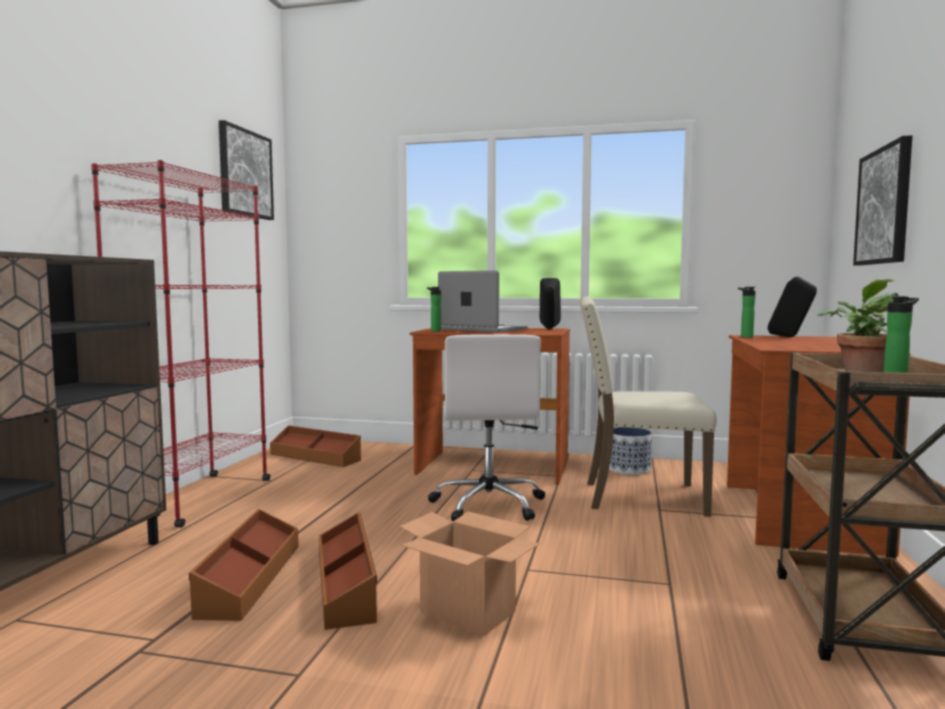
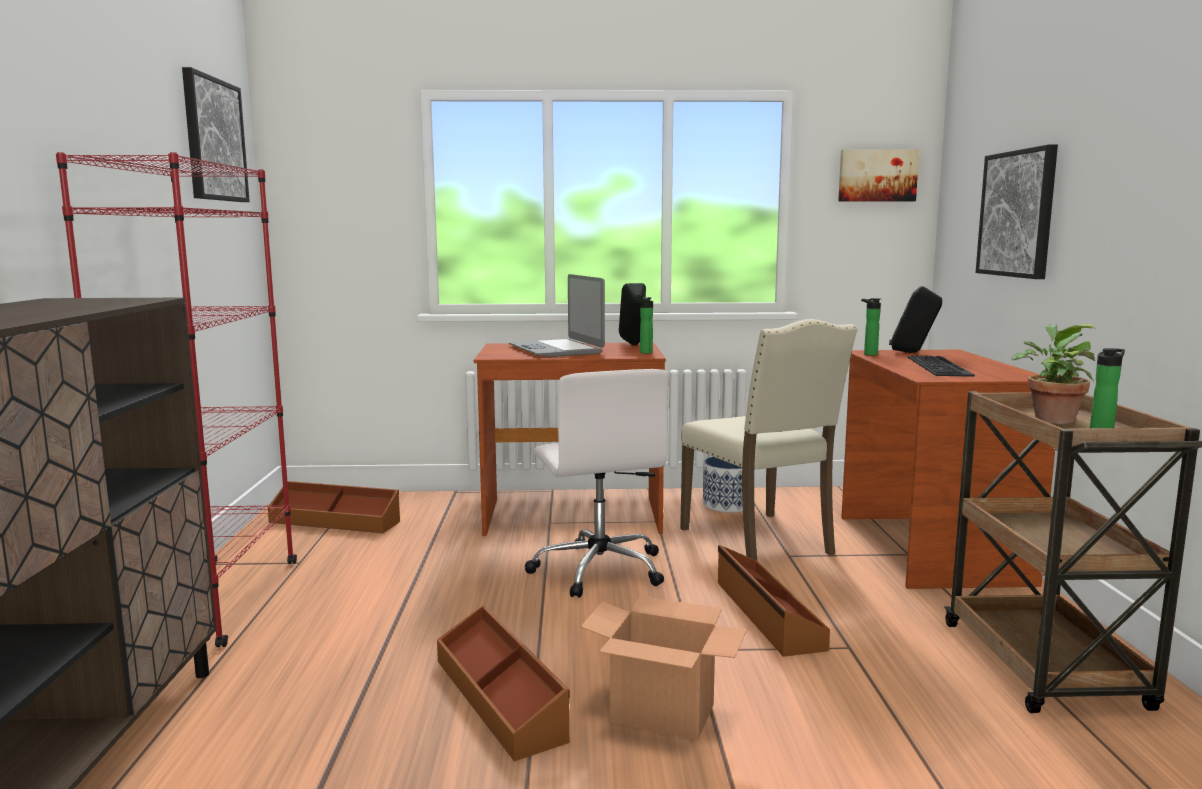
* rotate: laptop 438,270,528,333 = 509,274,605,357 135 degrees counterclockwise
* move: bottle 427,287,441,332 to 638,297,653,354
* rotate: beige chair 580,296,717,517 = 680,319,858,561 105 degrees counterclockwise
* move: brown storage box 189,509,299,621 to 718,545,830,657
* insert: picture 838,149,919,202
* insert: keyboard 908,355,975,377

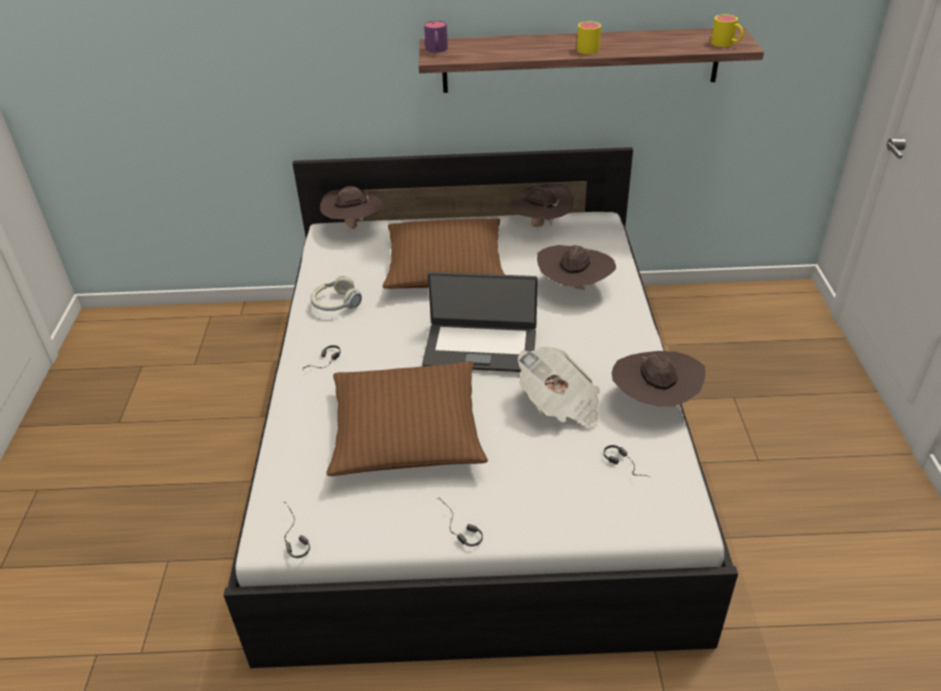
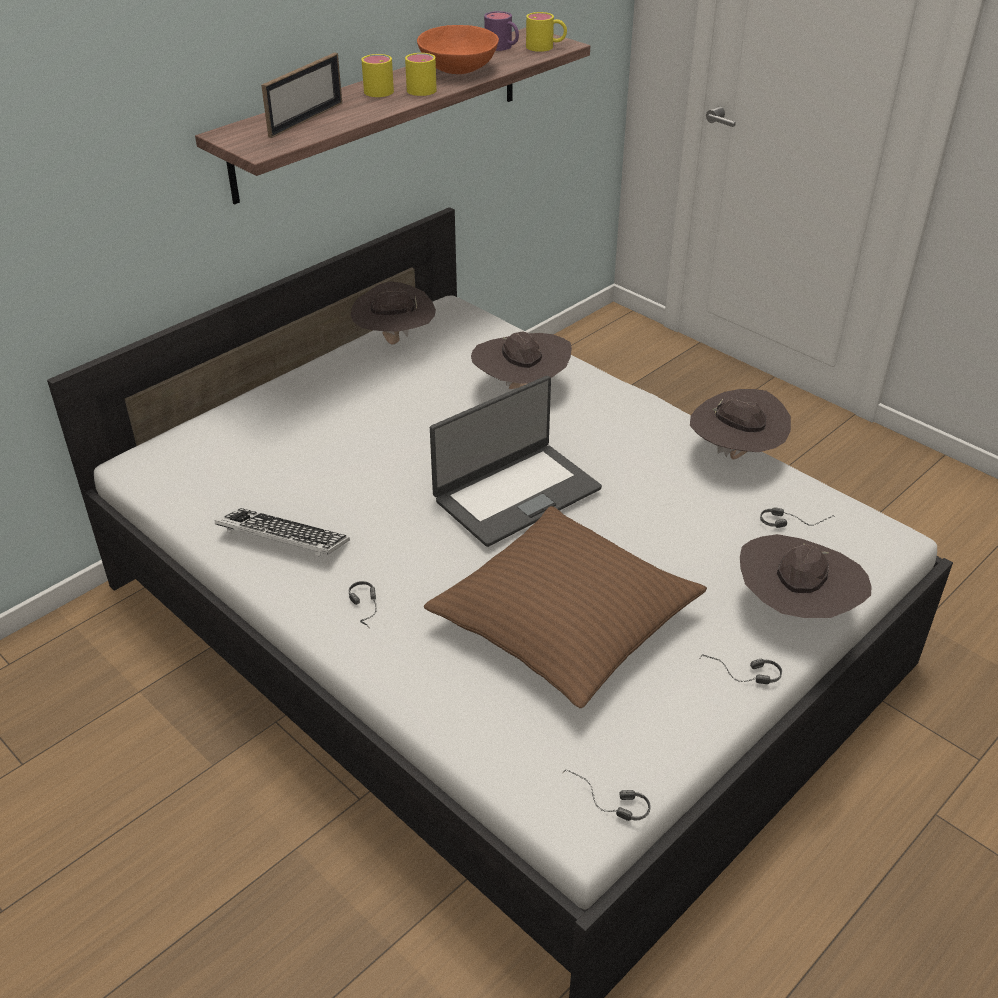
* replace: headphones 310,276,362,311 to keyboard 215,508,350,557
* insert: picture frame 261,52,342,138
* insert: yellow mug 361,54,394,97
* insert: orange bowl 417,25,499,74
* move: purple mug 424,20,448,53 to 484,11,519,51
* move: brown hat 320,186,382,229 to 740,534,872,618
* delete: brown pillow 383,218,505,289
* delete: newspaper 518,347,600,428

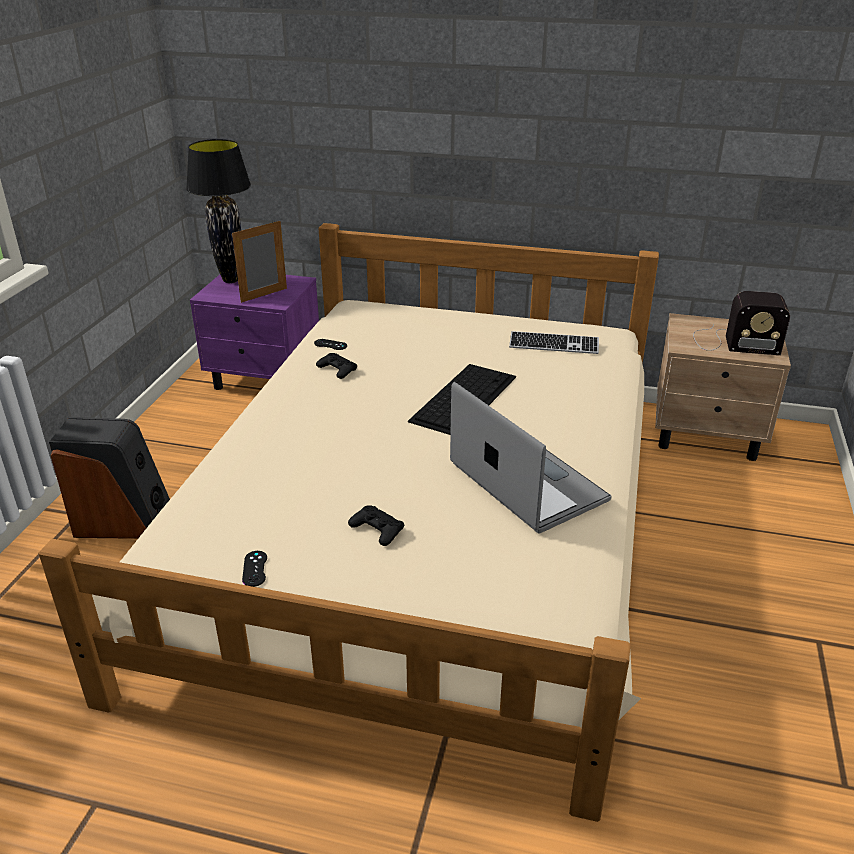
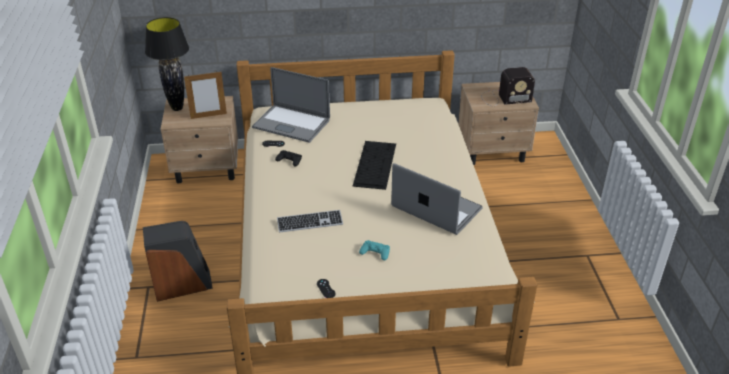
* recolor: purple nightstand 190,275,319,390 to beige nightstand 161,96,238,183
* rotate: picture frame 232,220,287,303 = 184,72,227,119 135 degrees counterclockwise
* insert: laptop 252,67,330,143
* move: keyboard 509,331,599,354 to 277,210,343,233
* recolor: black game controller 348,505,404,546 to turquoise game controller 359,240,390,260

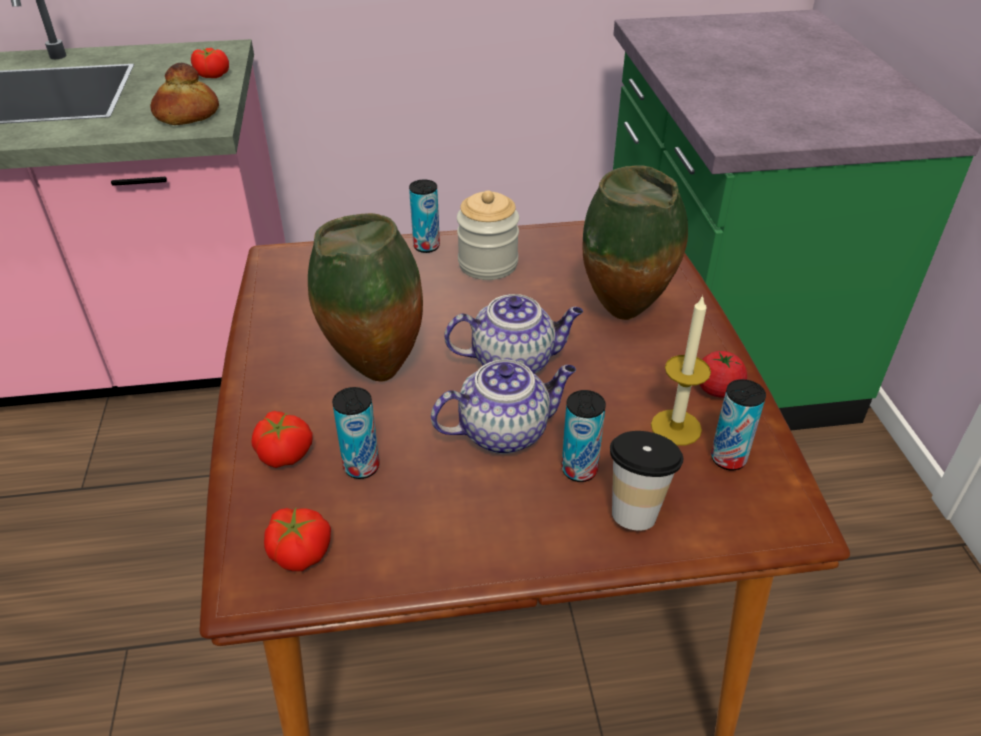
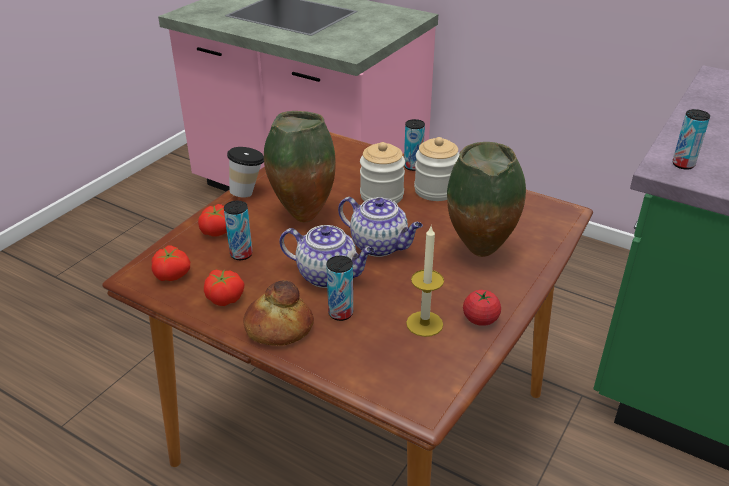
* move: tomato 191,48,229,78 to 204,269,245,306
* move: cup 610,431,683,531 to 227,147,264,197
* move: bread 150,63,219,125 to 244,280,314,346
* insert: jar 360,142,405,204
* move: can 711,379,766,471 to 673,109,710,170

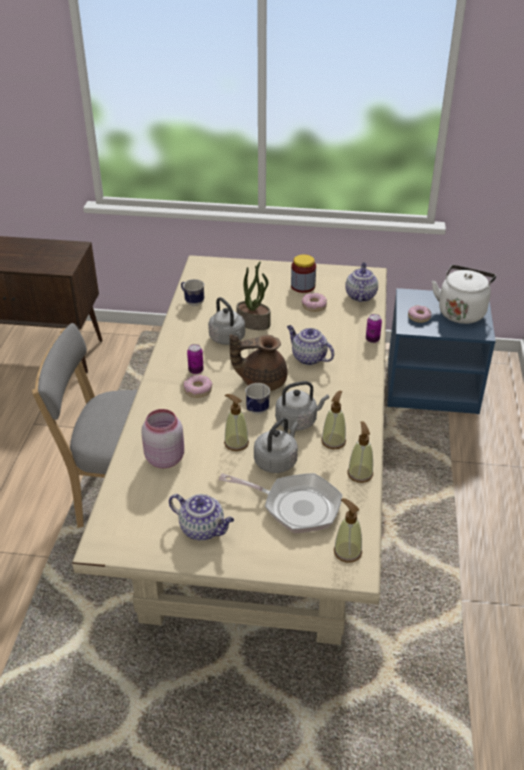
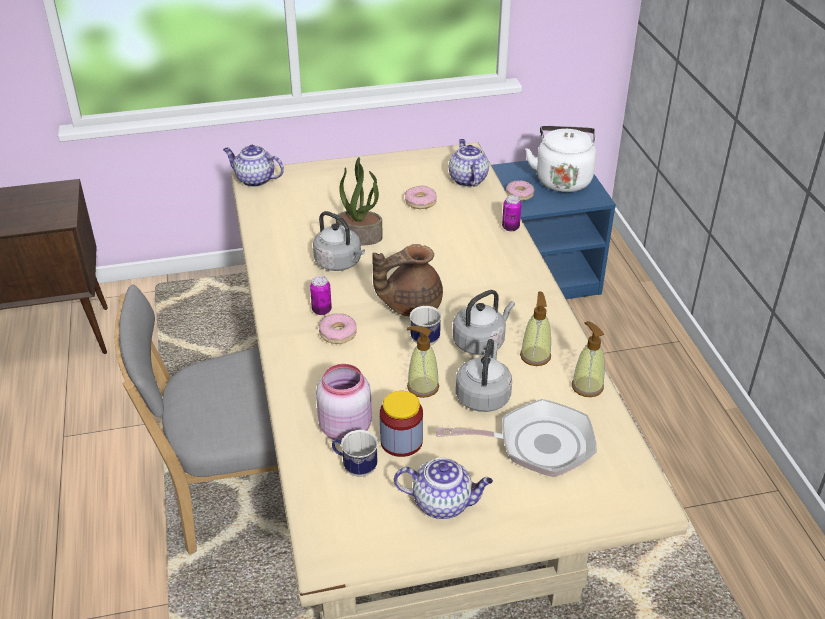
* move: teapot 287,325,334,365 to 223,145,284,187
* move: mug 181,279,204,306 to 332,430,378,477
* move: jar 291,254,316,293 to 380,391,423,457
* delete: soap dispenser 334,498,362,563

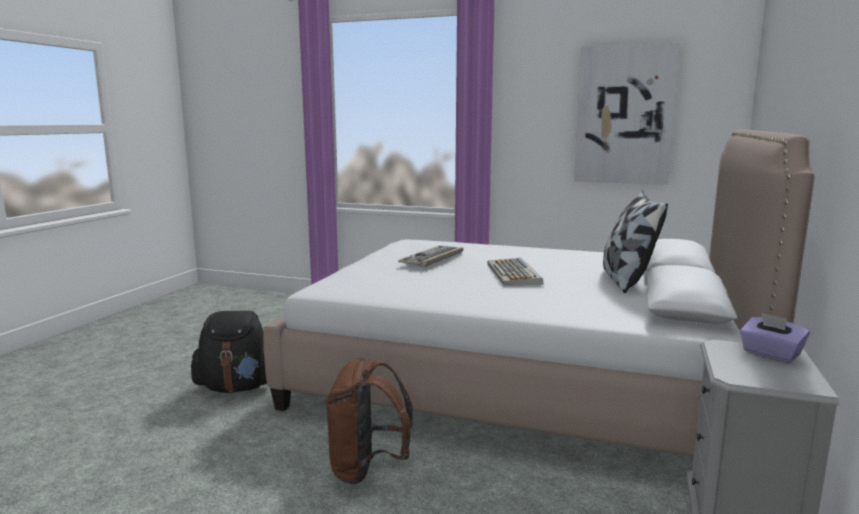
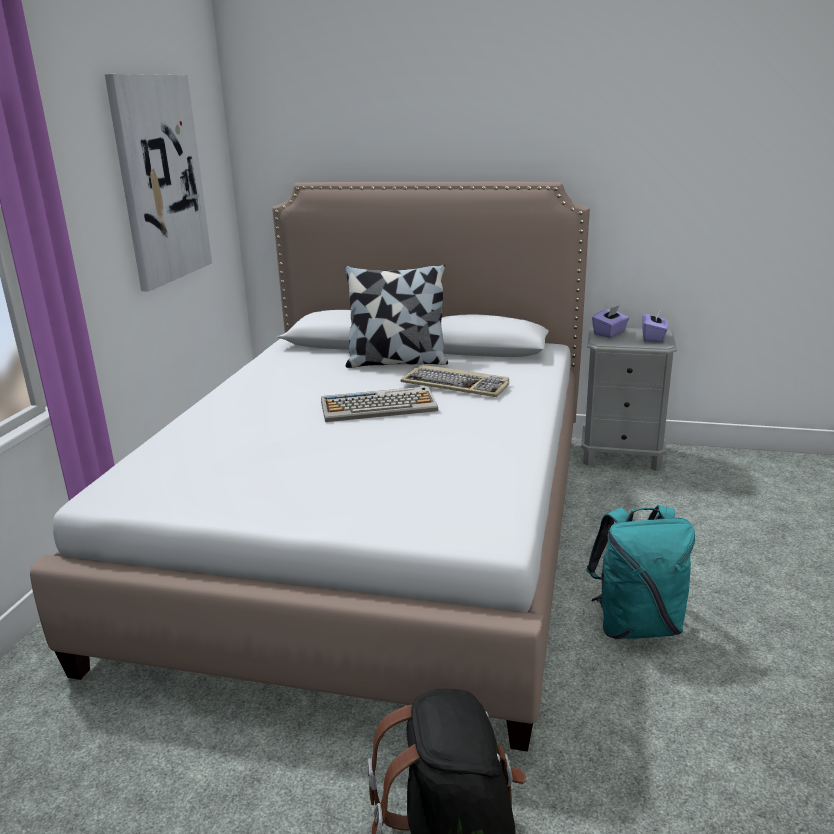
* move: keyboard 398,246,463,267 to 401,365,509,397
* recolor: brown backpack 325,358,413,484 to turquoise backpack 586,505,695,639
* insert: purple tissue box 642,311,668,342

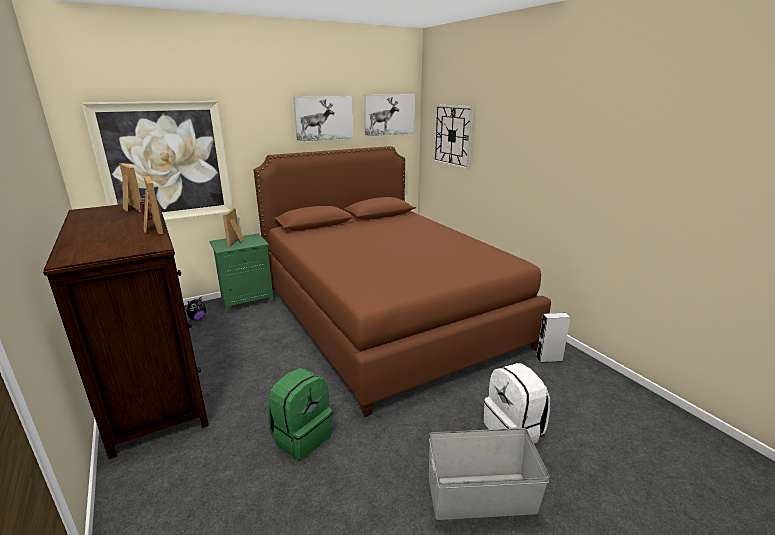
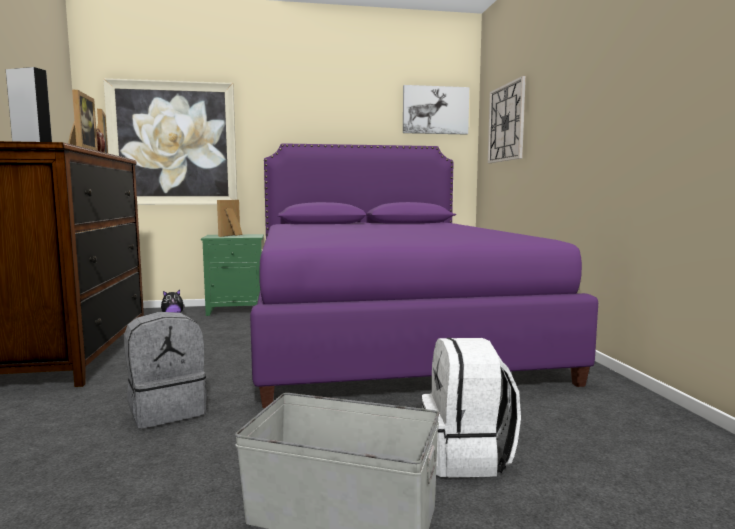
* move: grey speaker 536,313,571,363 to 6,67,52,142
* recolor: green backpack 268,368,332,460 to grey backpack 124,312,207,429
* recolor: brown bed 254,146,551,417 to purple bed 250,143,598,408
* delete: picture 293,96,353,142

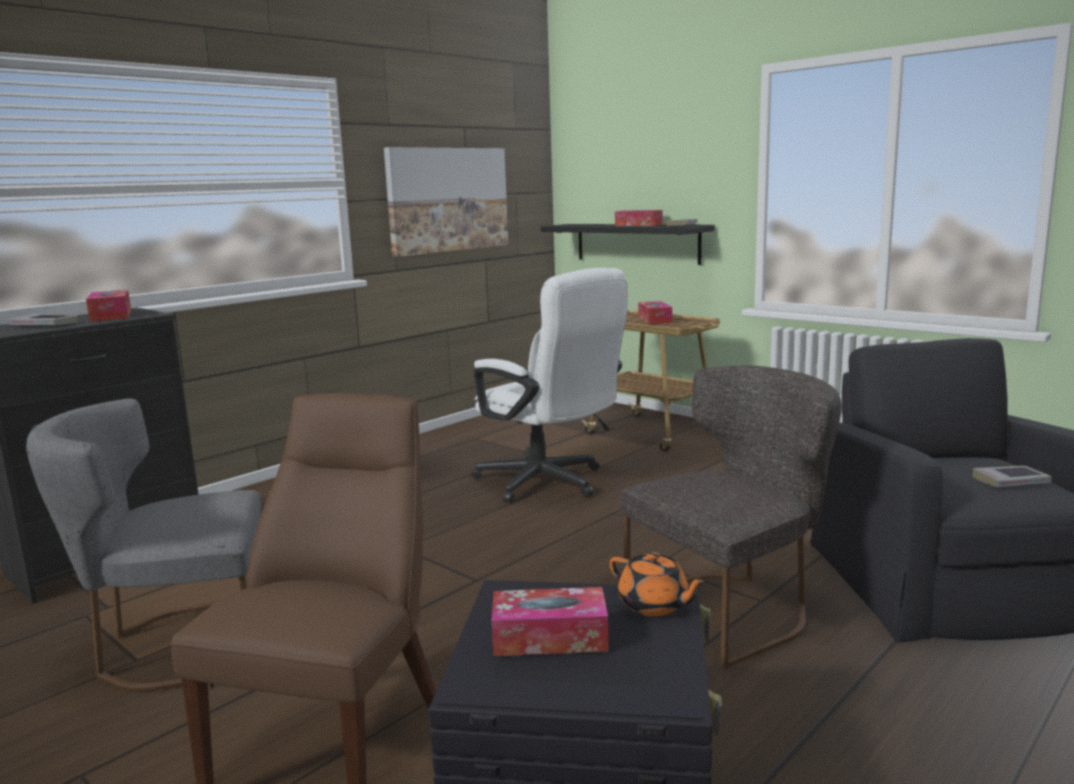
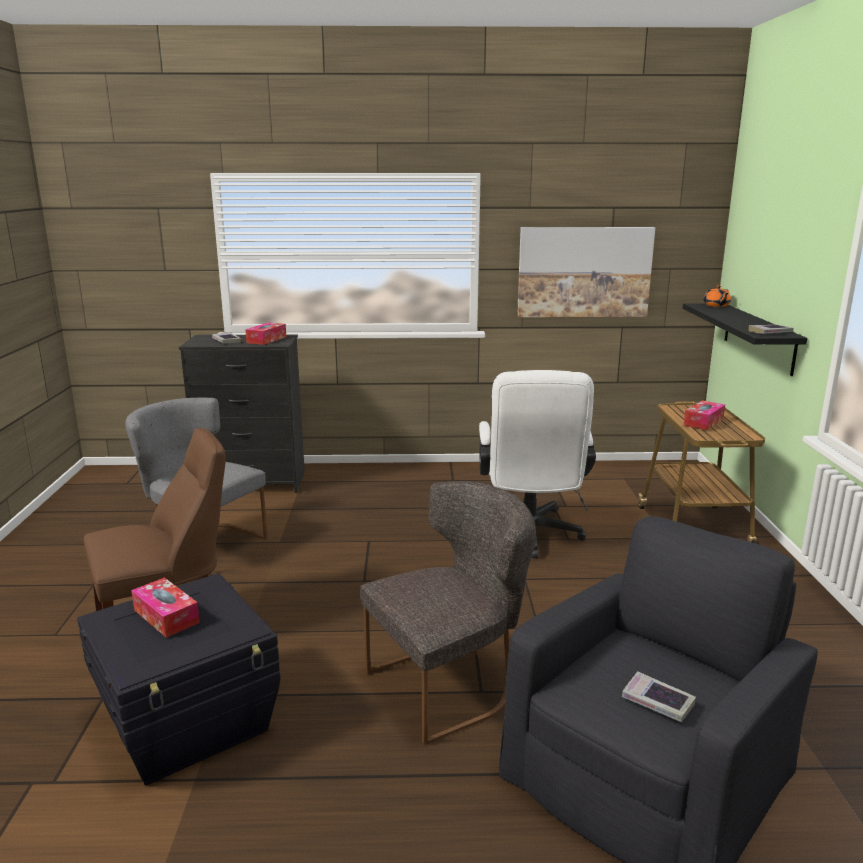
* rotate: grey chair 620,366,841,668 = 360,481,536,745 45 degrees counterclockwise
* move: orange teapot 609,552,707,616 to 703,285,731,307
* delete: tissue box 615,210,663,226

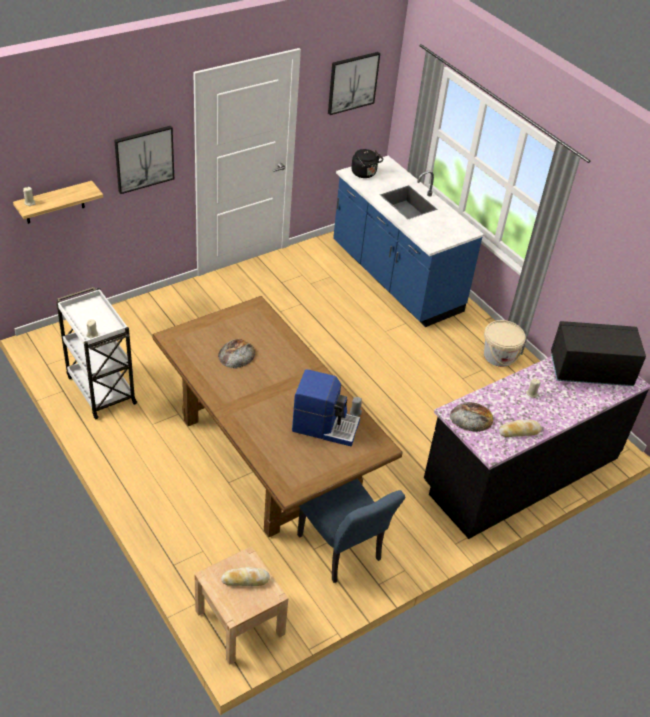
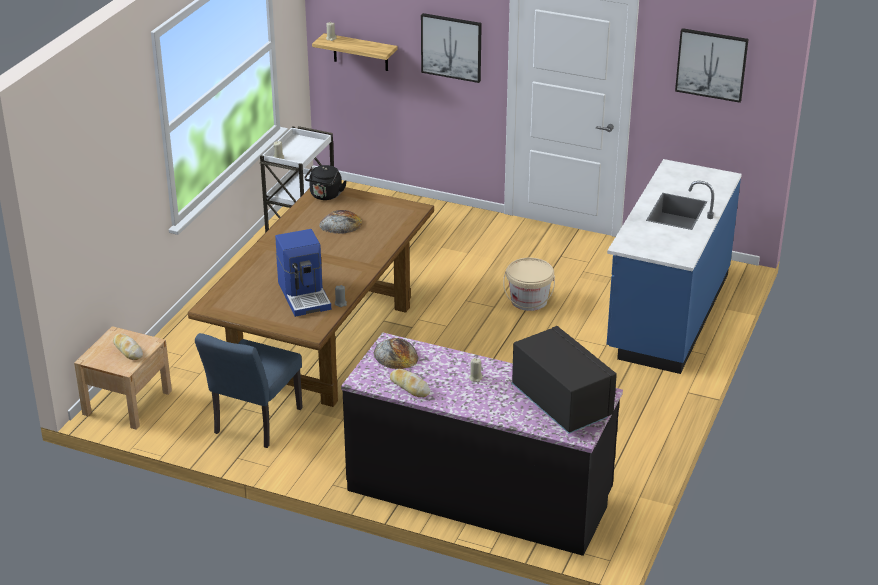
* move: black kettle 351,149,383,178 to 304,165,347,200
* move: beige bucket 484,320,526,367 to 503,258,555,311

